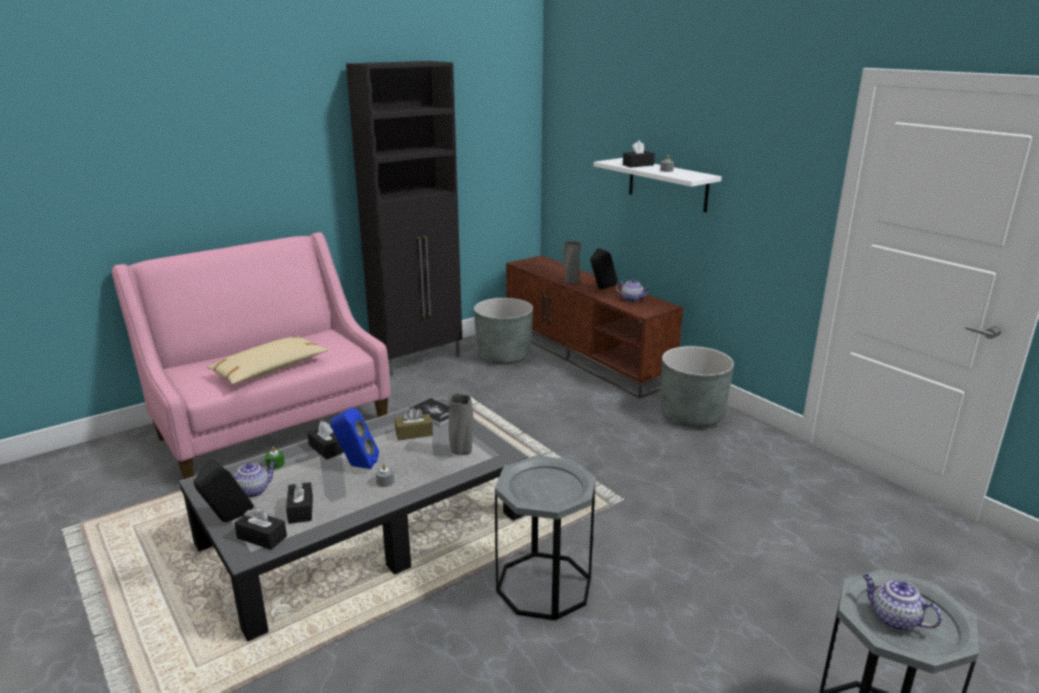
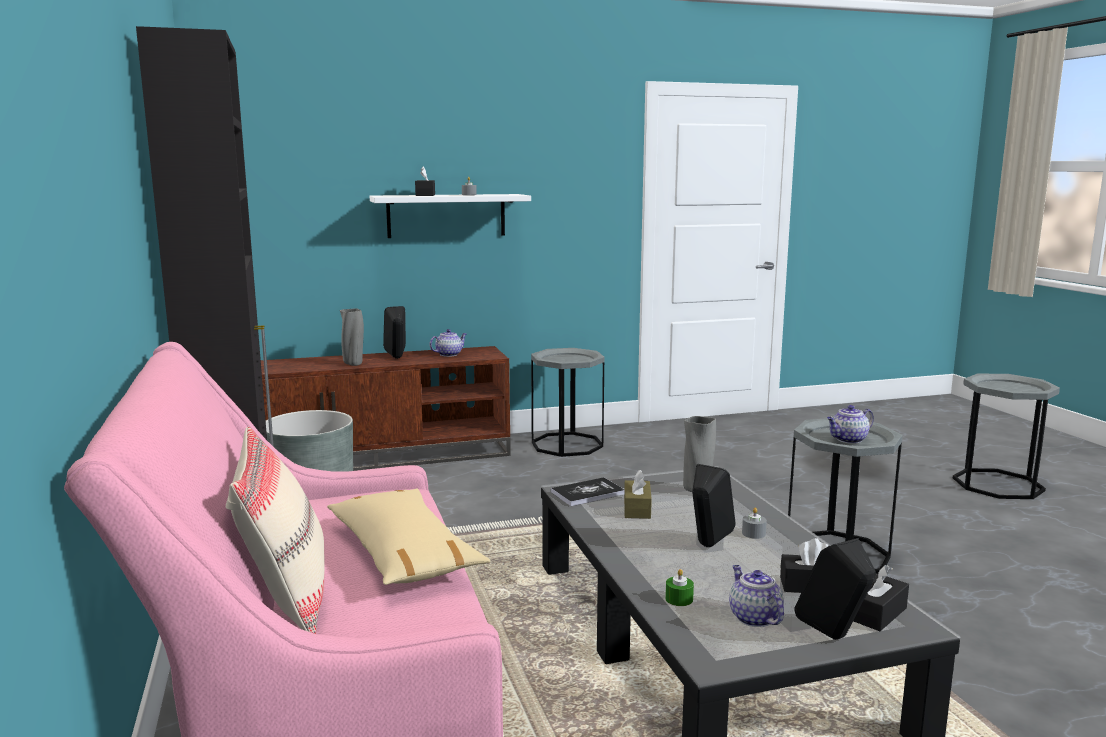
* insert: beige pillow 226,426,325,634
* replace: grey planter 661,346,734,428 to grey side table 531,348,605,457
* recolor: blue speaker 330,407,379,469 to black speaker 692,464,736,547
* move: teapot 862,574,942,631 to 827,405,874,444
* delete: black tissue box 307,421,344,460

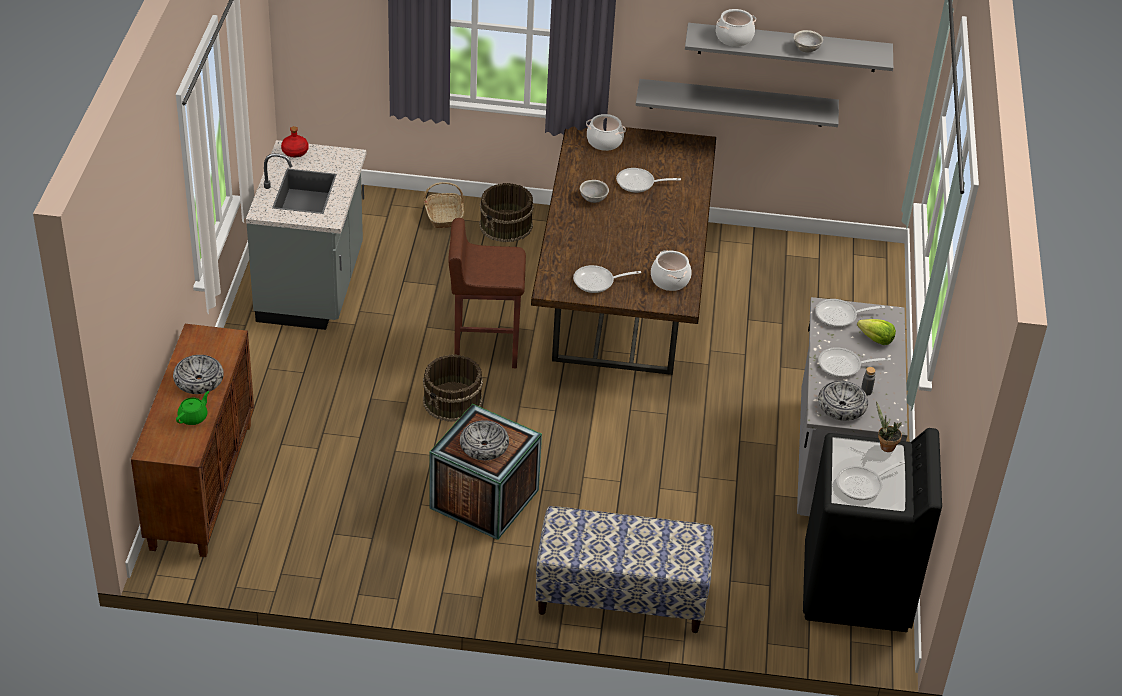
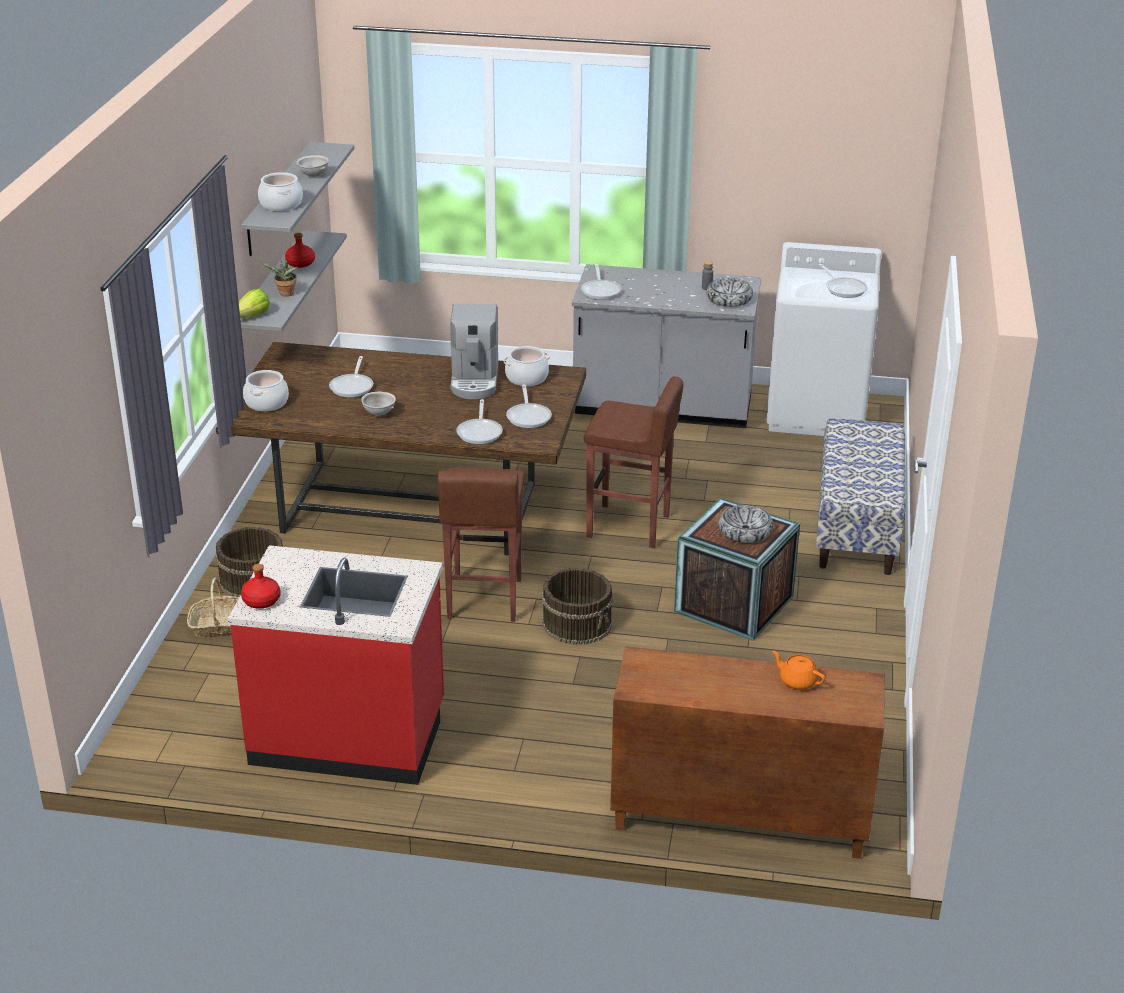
* recolor: grey counter 246,140,366,330 to red counter 228,545,444,785
* move: lettuce 857,319,896,345 to 239,289,270,318
* move: potted plant 876,401,902,452 to 260,259,297,297
* insert: red bottle 285,233,315,268
* insert: coffee machine 450,304,498,399
* move: frying pan 818,347,891,378 to 456,399,503,444
* insert: brown stool 584,376,683,548
* recolor: black washing machine 803,428,942,632 to white washing machine 766,242,882,436
* recolor: green teapot 176,391,209,425 to orange teapot 772,651,825,690
* delete: bowl 173,355,224,394

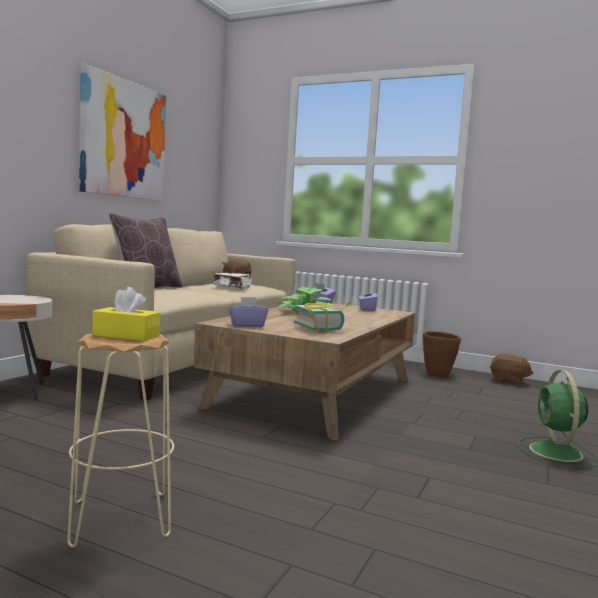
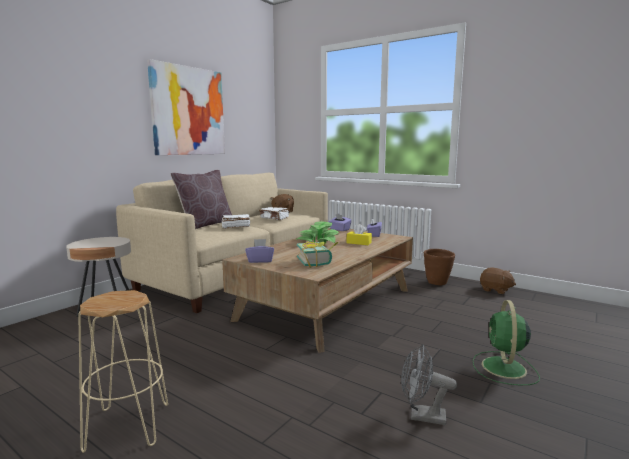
* insert: white book 222,214,250,229
* move: yellow tissue box 92,287,160,341 to 347,224,372,245
* insert: grey fan 401,345,457,425

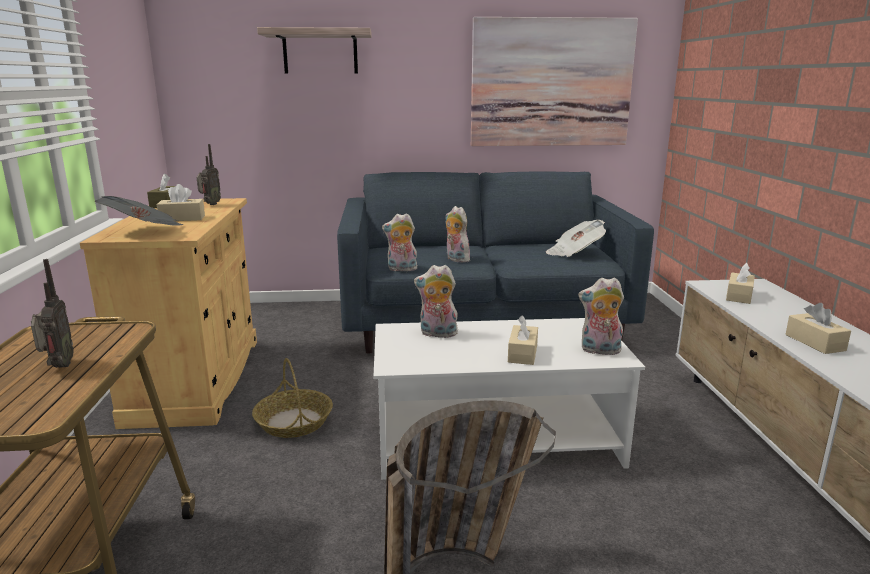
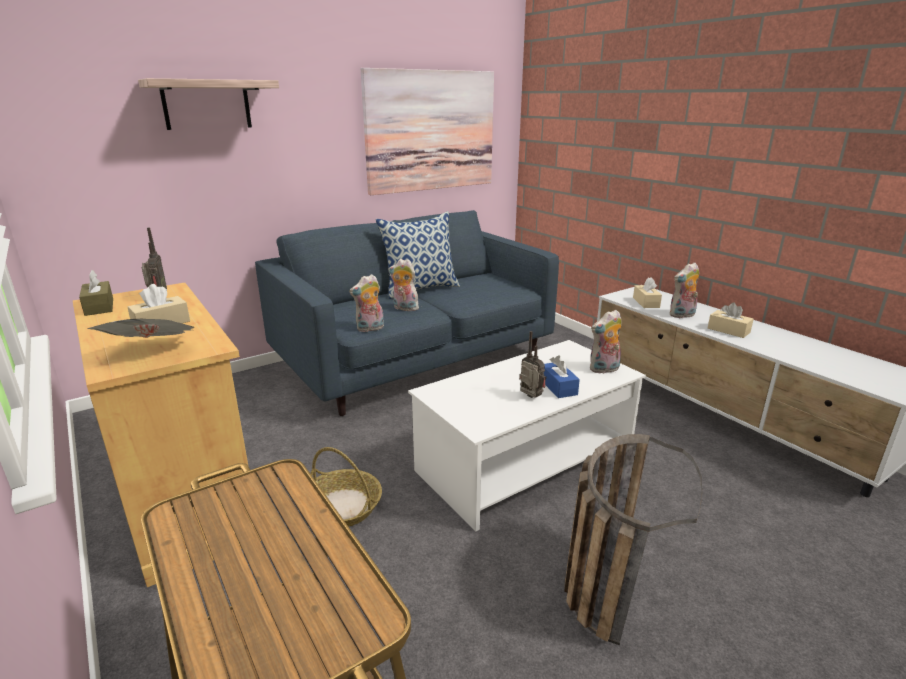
* insert: pillow 376,211,460,299
* move: radio 31,259,74,368 to 519,331,546,398
* recolor: beige tissue box 508,315,538,365 to blue tissue box 544,355,580,398
* move: plush toy 414,265,458,338 to 669,262,699,318
* delete: newspaper 546,220,606,257

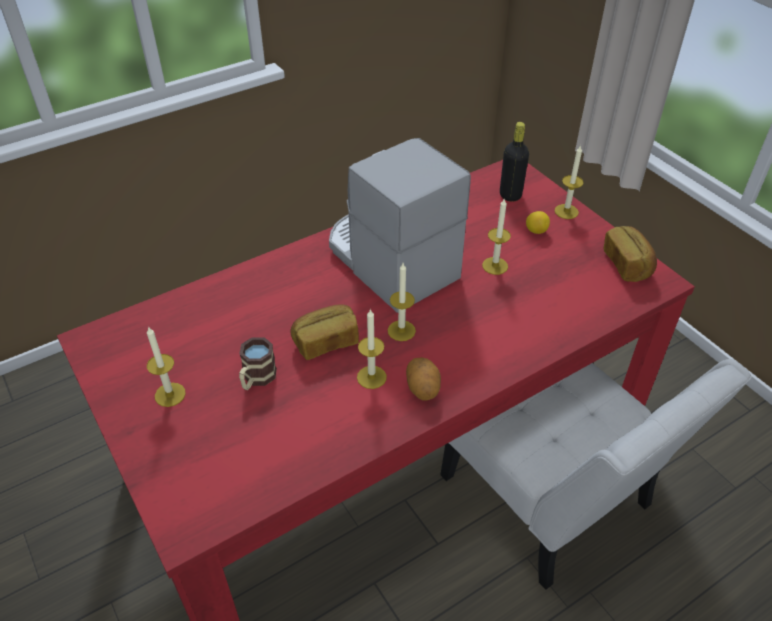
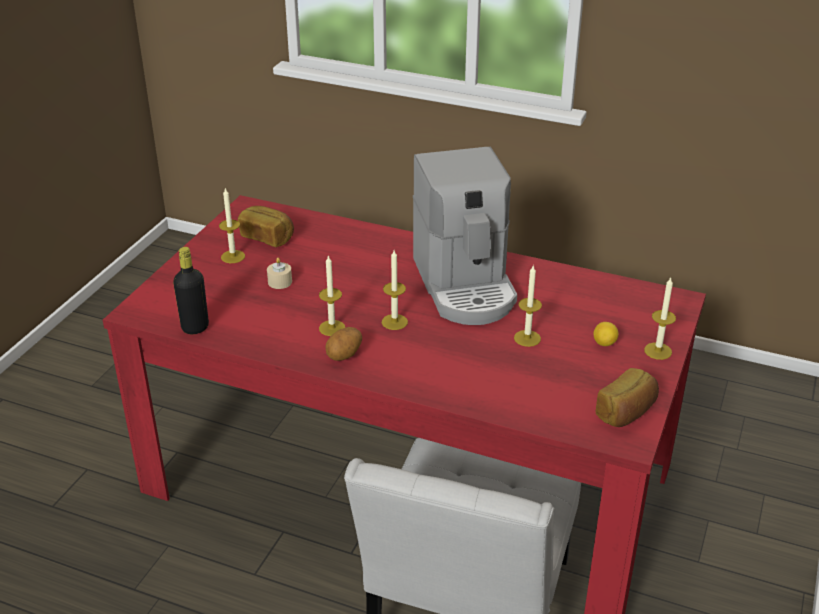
* move: black bottle 500,122,529,202 to 173,247,209,334
* move: bread 291,305,359,360 to 238,206,294,247
* replace: mug 239,337,277,390 to beige candle 267,258,292,289
* rotate: coffee machine 329,138,471,313 = 413,147,517,325 150 degrees clockwise

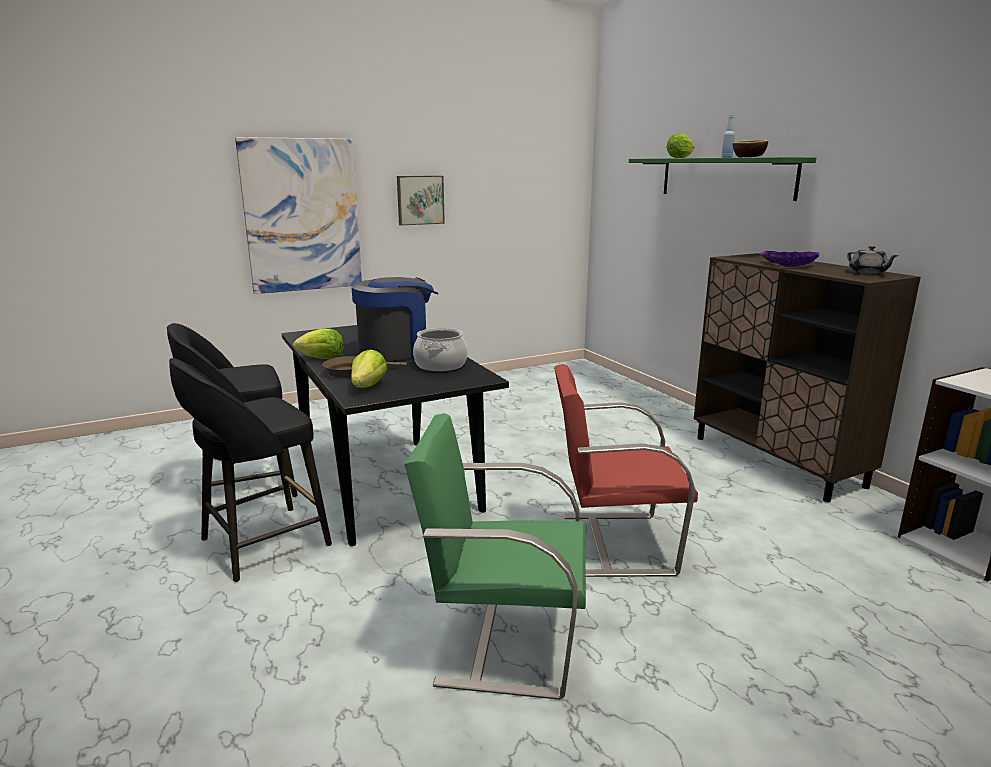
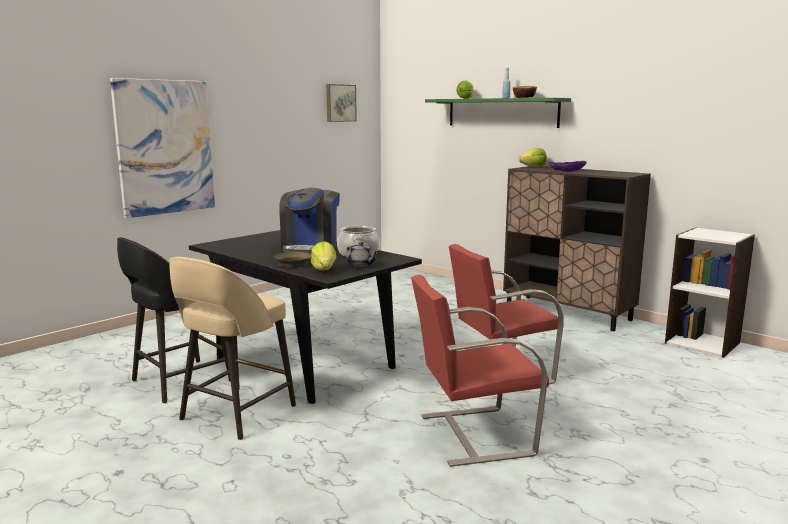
* recolor: black stool 169,358,332,582 to beige stool 169,257,296,440
* rotate: coffee machine 352,277,438,361 = 279,188,340,254 150 degrees clockwise
* move: picture 397,176,445,225 to 326,84,357,122
* move: grey teapot 847,246,899,275 to 346,242,378,267
* recolor: green chair 404,413,586,700 to red chair 411,275,549,467
* move: lettuce 293,328,344,359 to 519,148,547,167

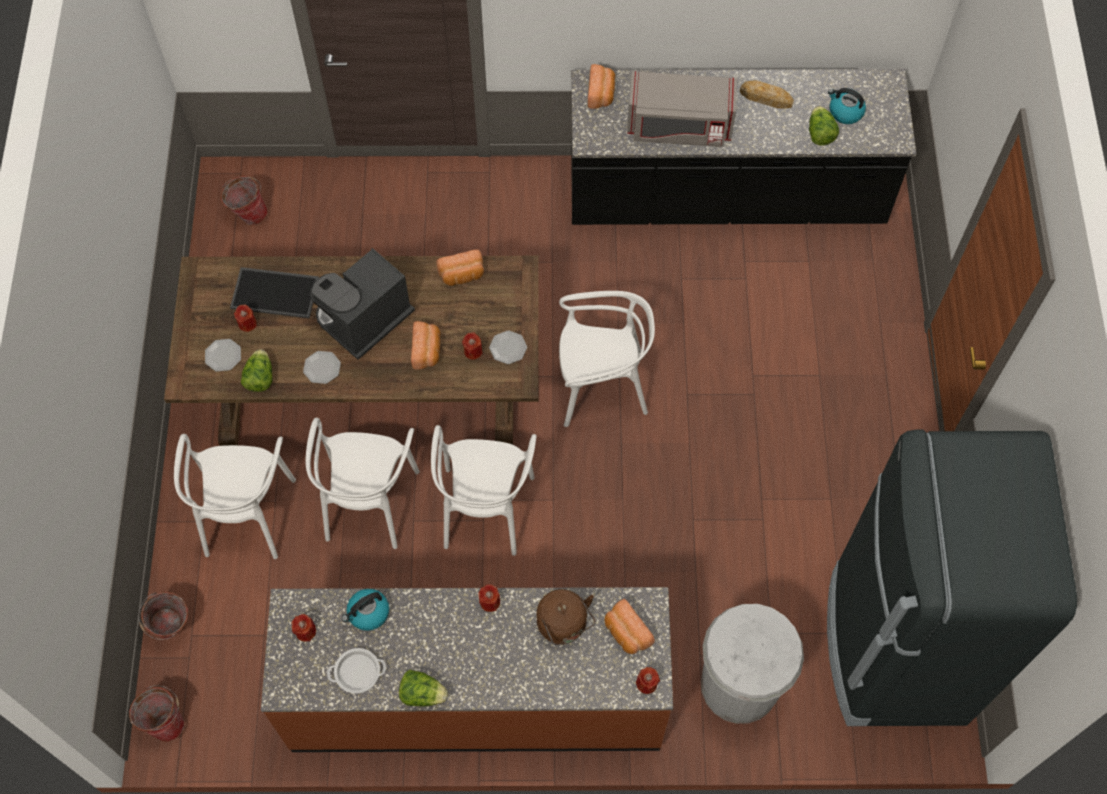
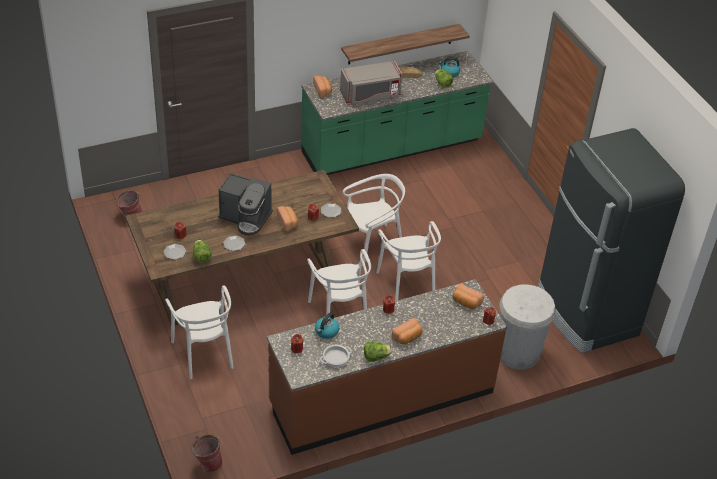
* rotate: coffee machine 310,248,415,360 = 218,173,273,236 90 degrees counterclockwise
* recolor: black counter 571,69,916,225 to green counter 301,51,493,175
* insert: shelf 341,24,470,64
* move: white chair 306,418,420,549 to 376,221,441,301
* move: bread 436,249,484,286 to 392,318,423,345
* delete: bucket 138,592,188,640
* delete: tray 230,267,319,318
* delete: brown kettle 537,589,595,645

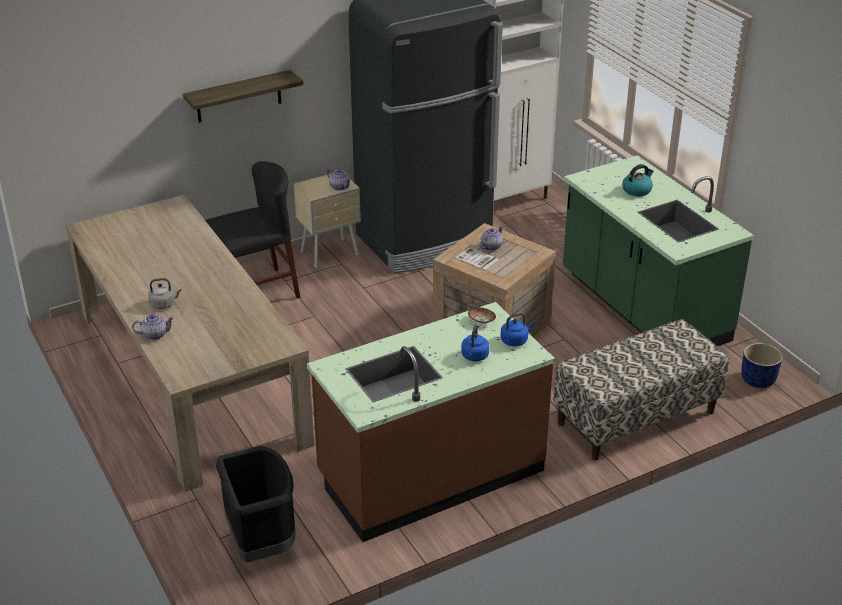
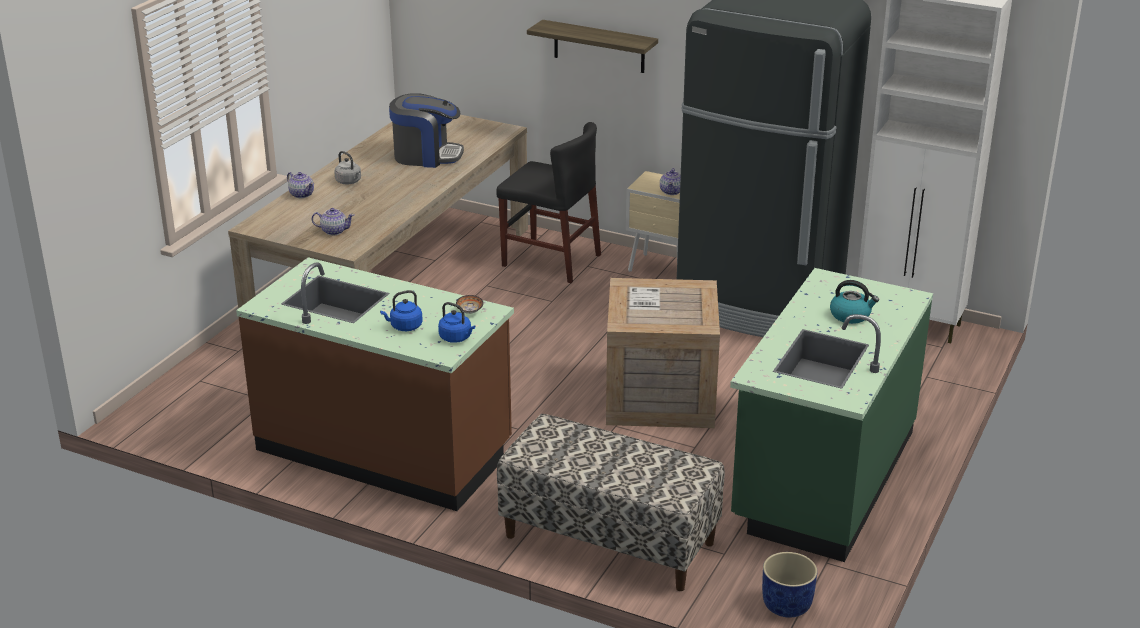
* move: teapot 480,226,504,251 to 312,208,354,235
* insert: coffee machine 389,93,464,168
* delete: black trash can 216,446,295,562

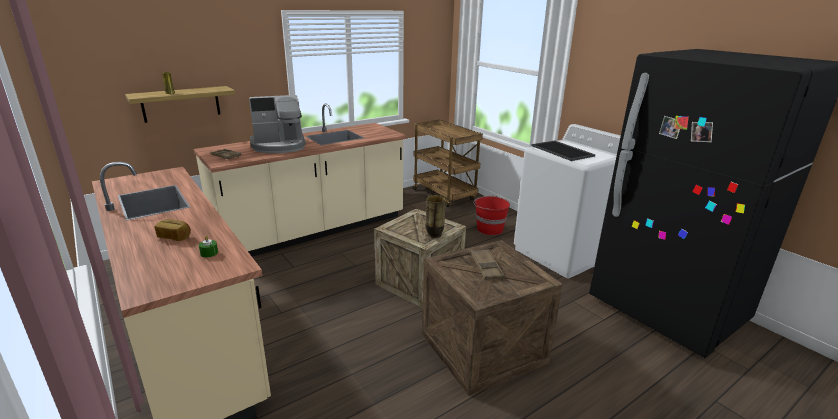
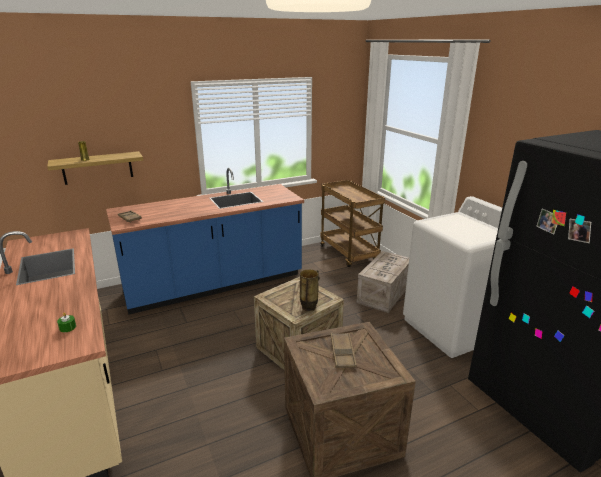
* recolor: beige counter 194,104,406,257 to blue counter 106,168,304,315
* replace: red bucket 474,196,510,235 to crate 356,251,409,313
* delete: bread 155,219,191,241
* delete: coffee machine 249,95,306,153
* delete: tray 531,140,595,161

